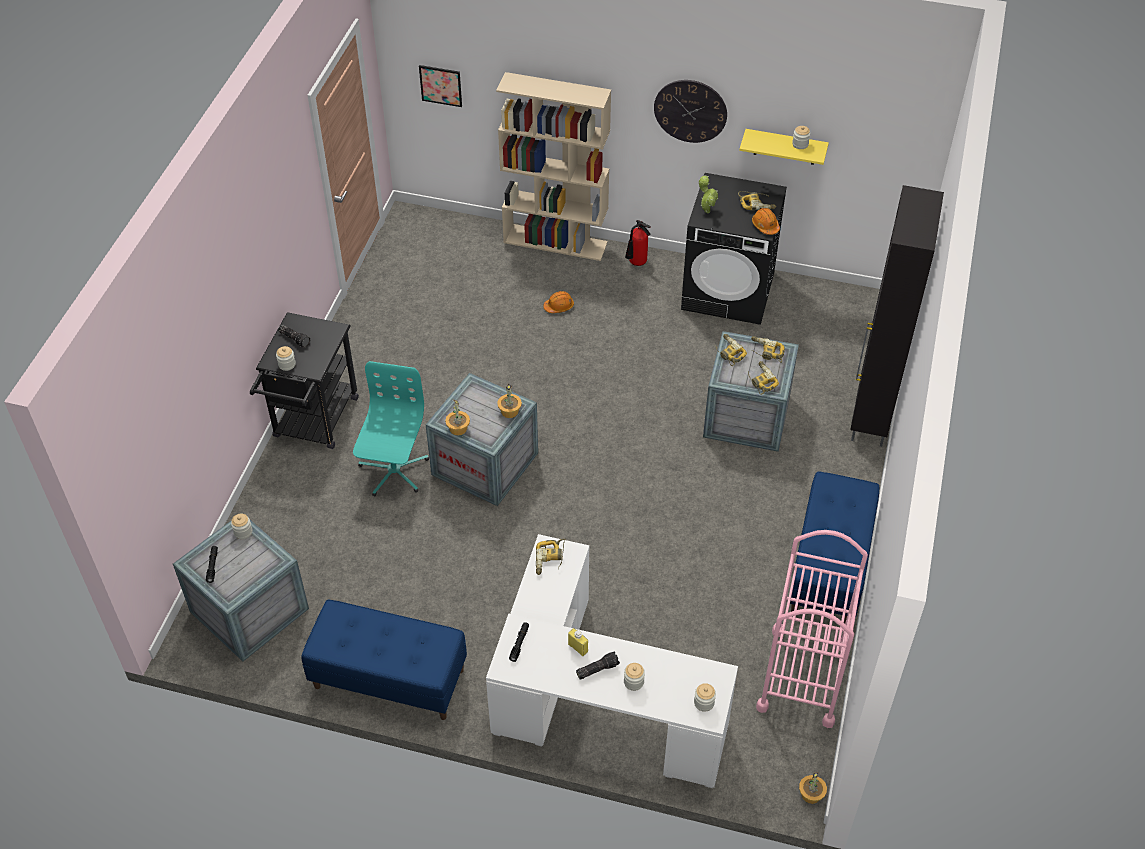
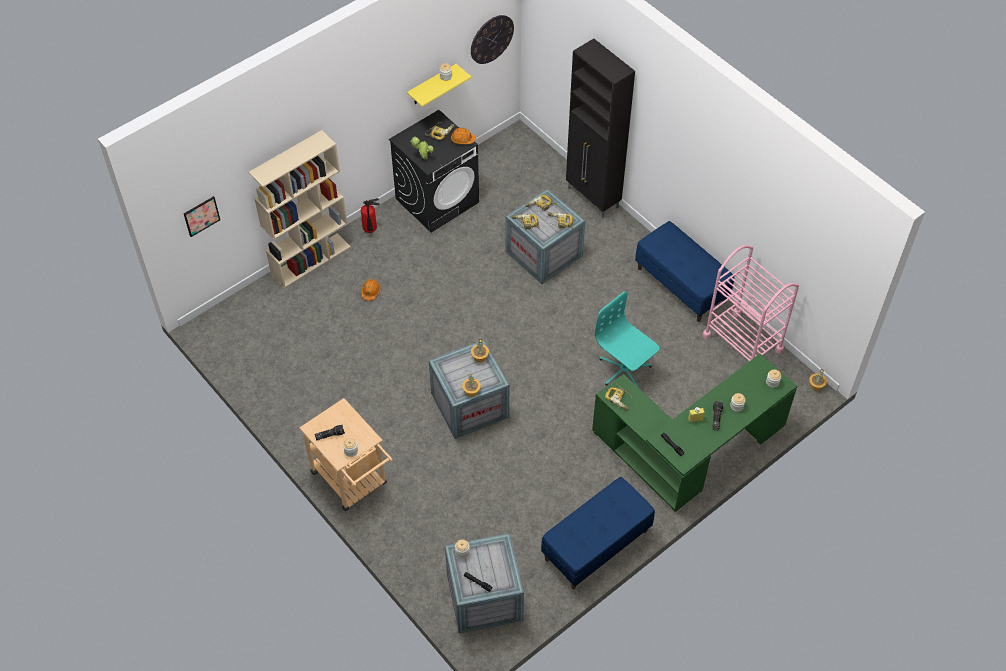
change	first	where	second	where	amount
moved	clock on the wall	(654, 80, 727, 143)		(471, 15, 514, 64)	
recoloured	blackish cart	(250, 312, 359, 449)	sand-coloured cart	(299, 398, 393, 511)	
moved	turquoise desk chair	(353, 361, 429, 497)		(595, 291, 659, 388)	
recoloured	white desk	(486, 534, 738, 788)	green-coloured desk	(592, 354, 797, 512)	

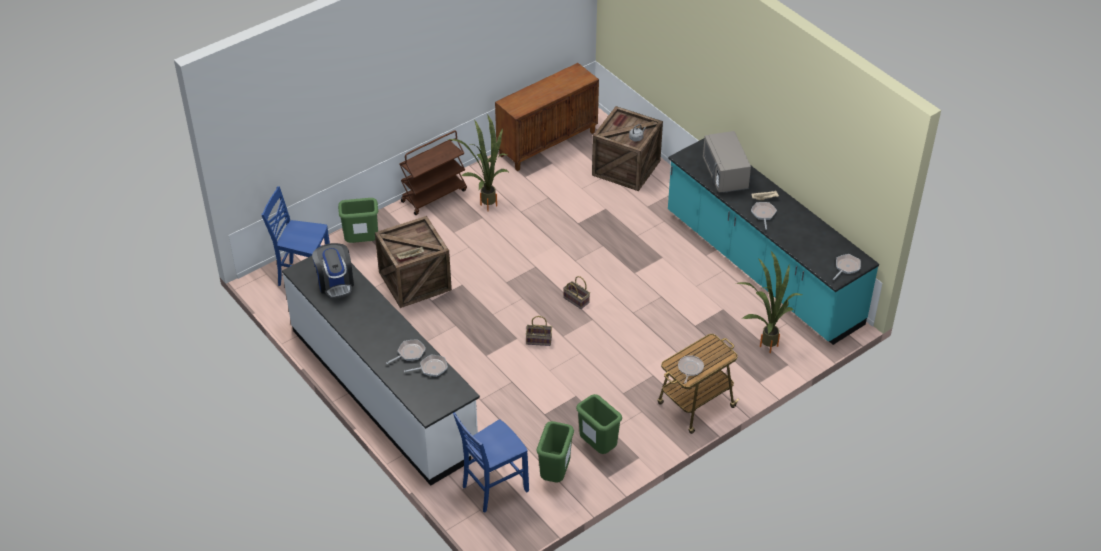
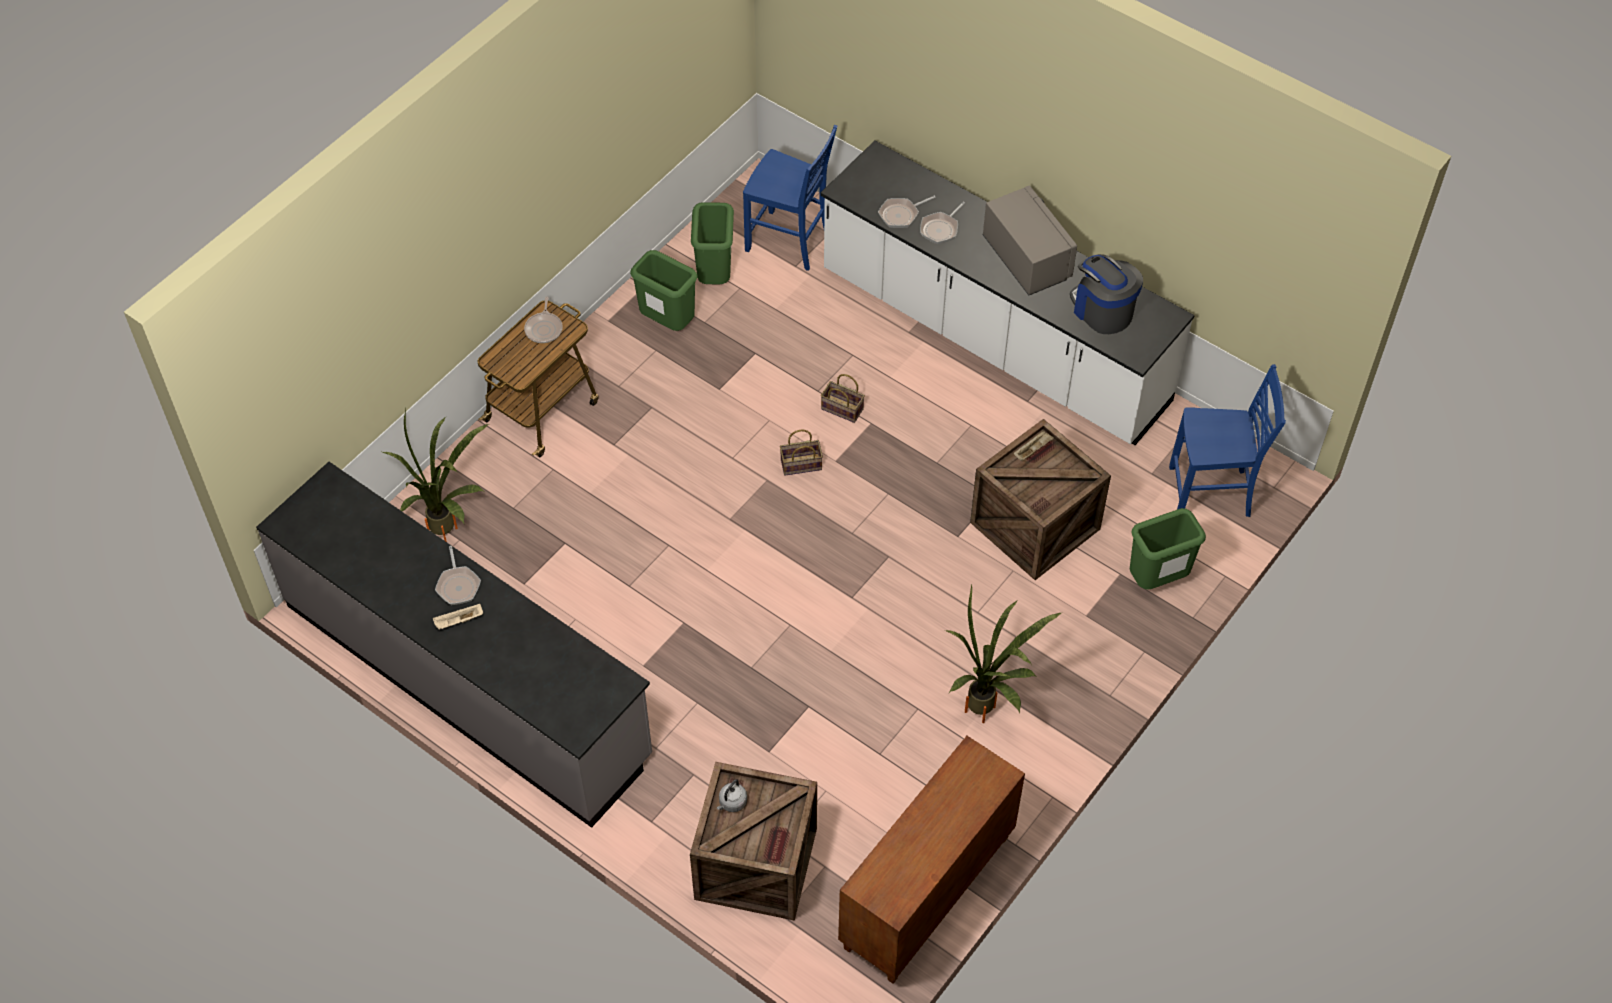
change	first	where	second	where	amount
removed	brown cart	(399, 130, 467, 215)			
moved	greyish kitchen microwave	(703, 131, 751, 193)		(982, 185, 1077, 296)	
recoloured	turquoise counter	(668, 138, 879, 345)	greyish counter	(256, 462, 652, 828)	
removed	pan	(833, 254, 861, 280)			
moved	basket	(563, 276, 590, 309)		(821, 374, 865, 423)	
turned	blue-coloured chair	(453, 412, 529, 513)		(743, 125, 837, 271)	75 degrees clockwise

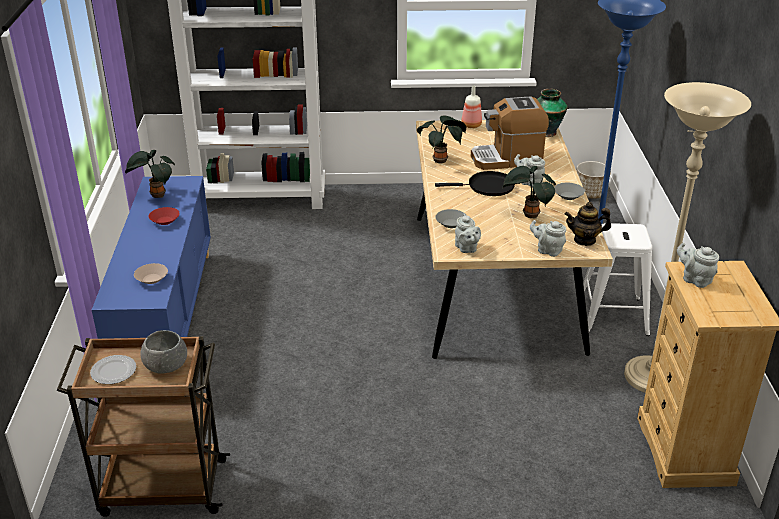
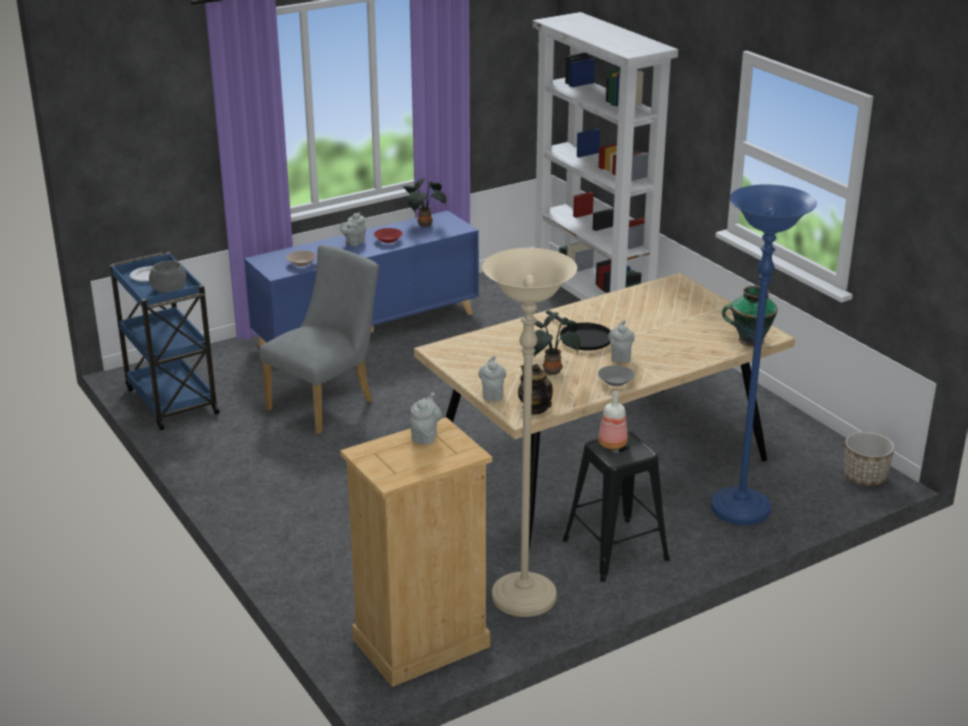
change	first	where	second	where	amount
moved	beverage bottle	(461, 85, 482, 128)		(598, 391, 628, 449)	
removed	coffee machine	(471, 96, 549, 170)			
removed	plant in a pot	(417, 115, 466, 163)			
removed	greyish deep dish	(435, 209, 466, 228)			
moved	greyish pot for tea	(455, 214, 481, 253)		(340, 212, 366, 247)	
recoloured	white stool	(583, 223, 652, 336)	blackish stool	(562, 431, 670, 582)	
recoloured	brown cart	(56, 336, 230, 517)	blue-coloured cart	(110, 252, 220, 430)	
added			greyish chair	(259, 245, 379, 434)	

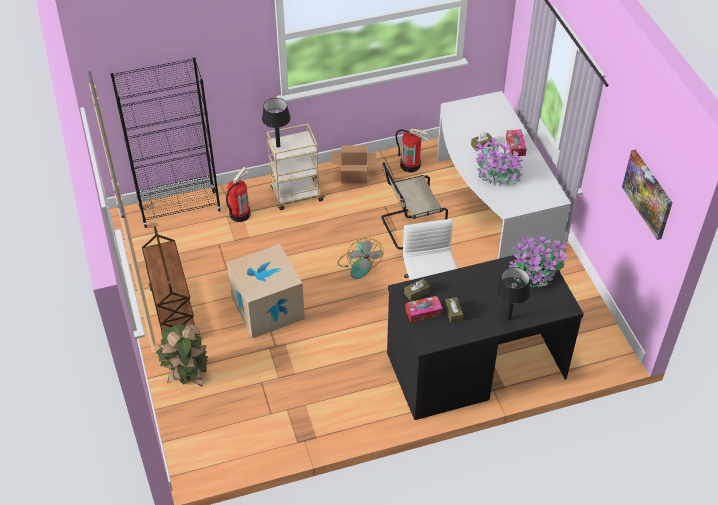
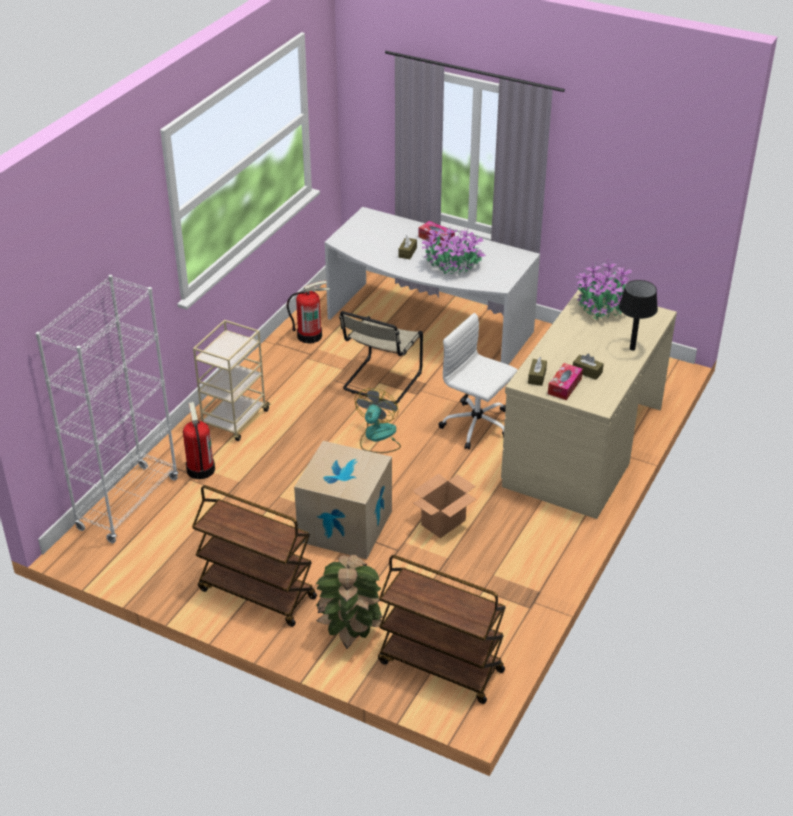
change	first	where	second	where	amount
recoloured	blackish shelving unit	(111, 57, 221, 228)	white shelving unit	(36, 275, 178, 543)	
removed	blackish lamp for a table	(262, 98, 291, 148)			
moved	cardboard box	(332, 145, 376, 184)		(413, 473, 476, 538)	
removed	wall art	(622, 150, 673, 240)			
turned	cooling fan	(338, 238, 384, 279)		(355, 388, 401, 453)	105 degrees counterclockwise
recoloured	blackish desk	(387, 247, 584, 420)	sand-coloured desk	(501, 290, 677, 519)	
added			brown cart	(378, 555, 506, 704)	

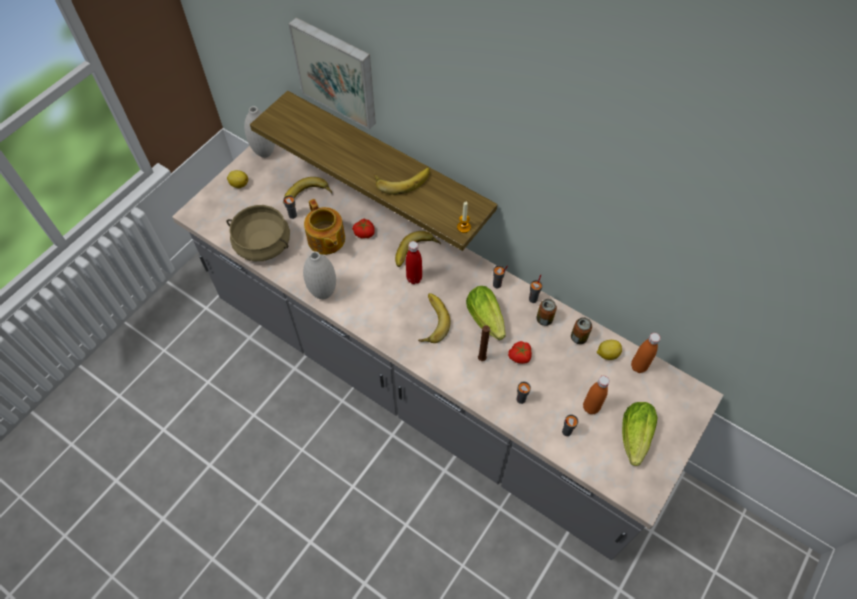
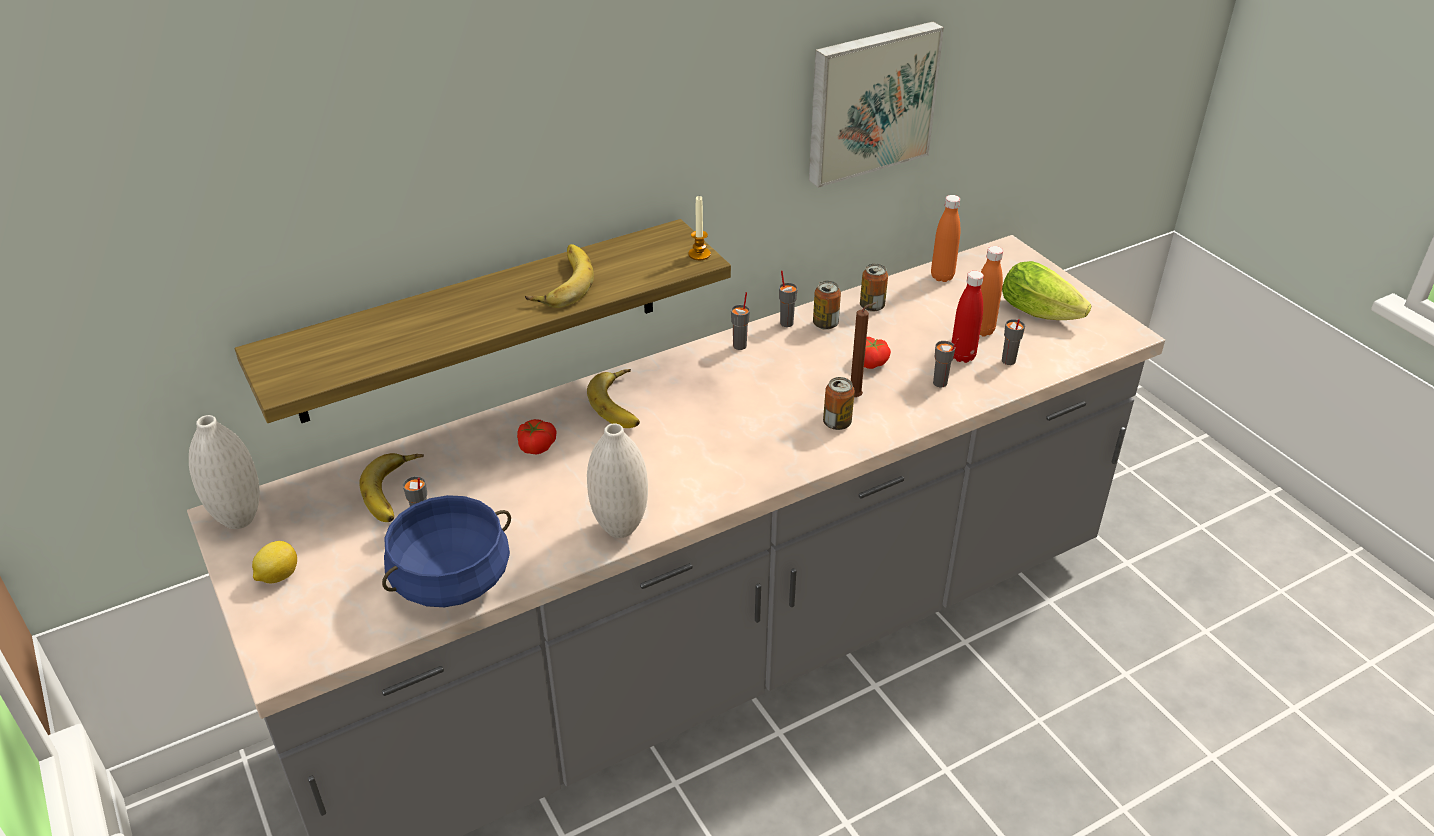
change	first	where	second	where	amount
moved	wall art	(289, 18, 376, 129)		(809, 22, 944, 188)	
removed	pot for tea	(304, 199, 345, 255)			
recoloured	sand-coloured saucepot	(226, 205, 290, 262)	blue-coloured saucepot	(382, 495, 511, 607)	
moved	red beverage bottle	(406, 241, 422, 284)		(952, 271, 984, 363)	
removed	head of lettuce	(466, 286, 506, 340)			
removed	banana fruit	(418, 293, 451, 343)			
removed	lemon	(597, 340, 622, 360)			
added			sealed can	(823, 377, 855, 430)	

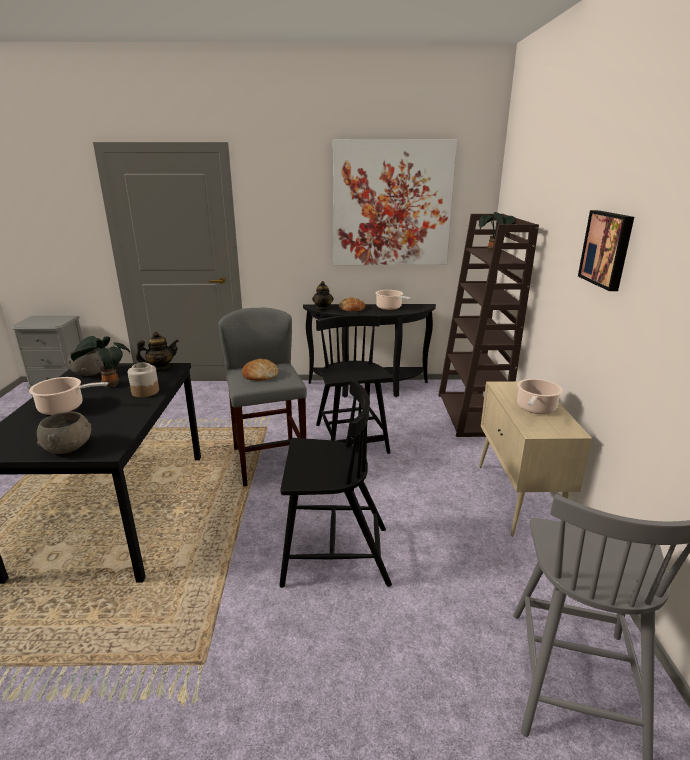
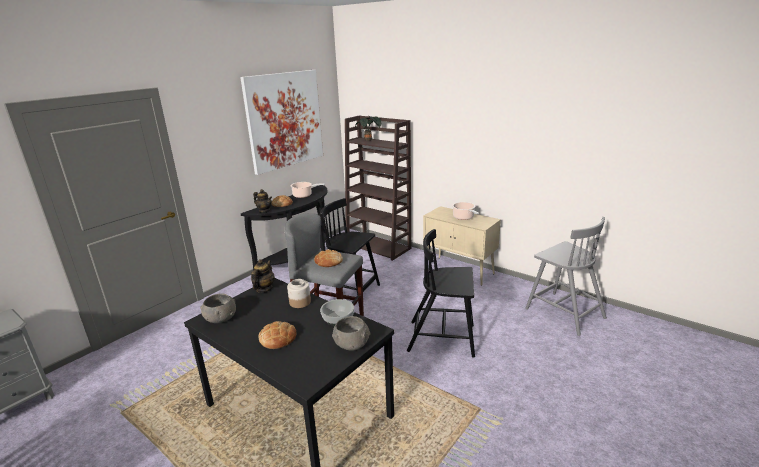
change	first	where	second	where	amount
removed	wall art	(578, 210, 634, 291)			
removed	plant in a pot	(71, 336, 130, 387)			
replaced	saucepot	(29, 377, 108, 415)	bakery bread	(258, 321, 296, 349)	
turned	blackish chair	(279, 379, 392, 588)		(407, 229, 475, 358)	120 degrees counterclockwise
added			deep dish	(320, 299, 354, 326)	

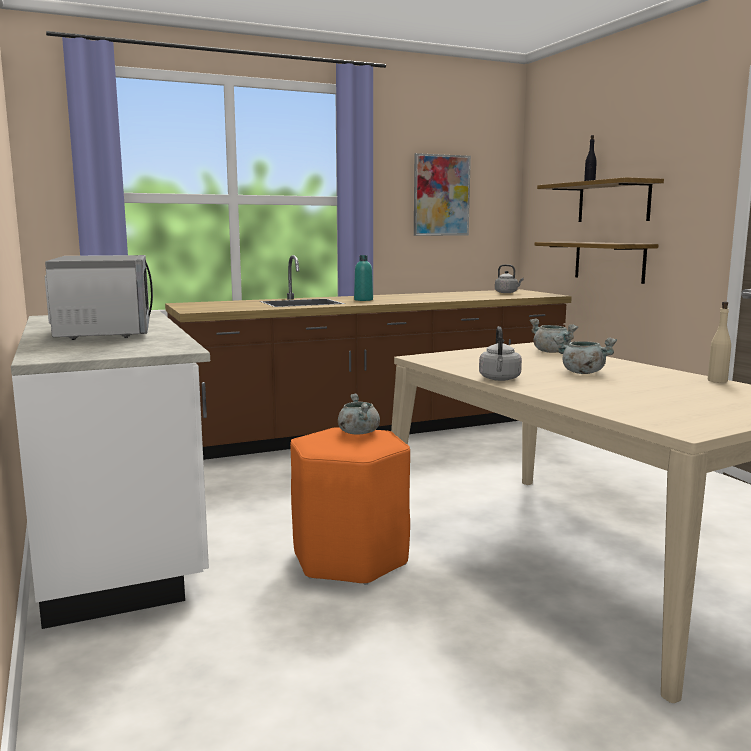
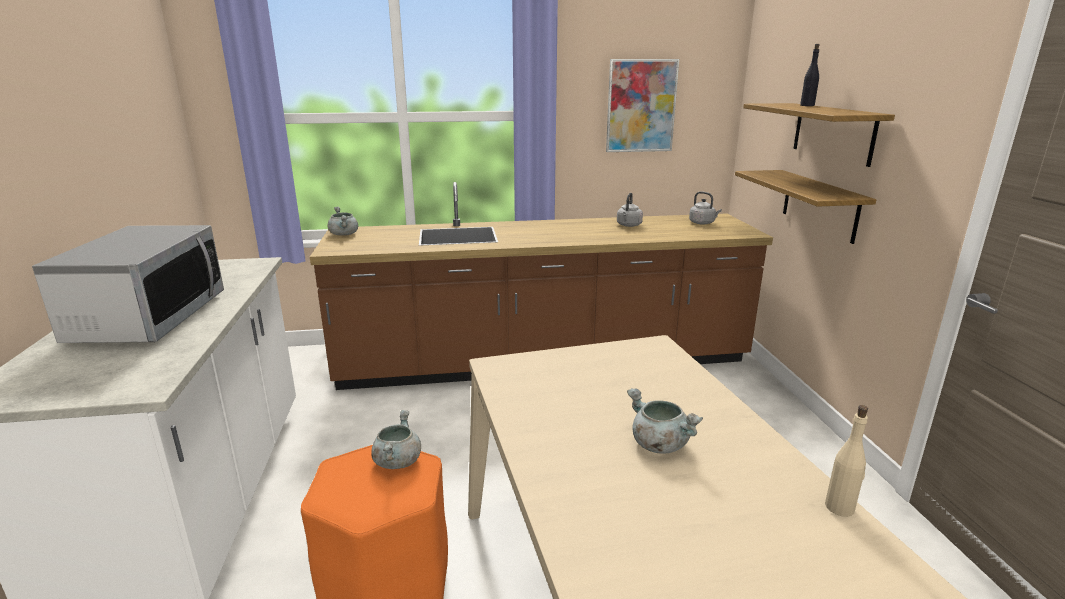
change	first	where	second	where	amount
removed	turquoise beverage bottle	(354, 255, 373, 301)			
moved	greyish saucepot	(530, 318, 578, 353)		(327, 207, 358, 236)	
moved	greyish kettle	(479, 326, 522, 381)		(617, 193, 643, 227)	

